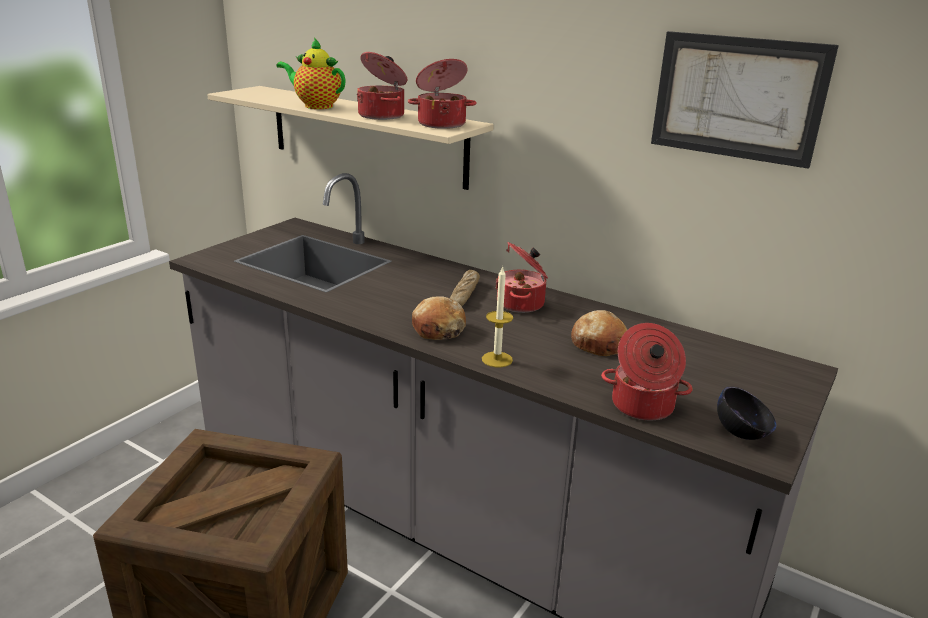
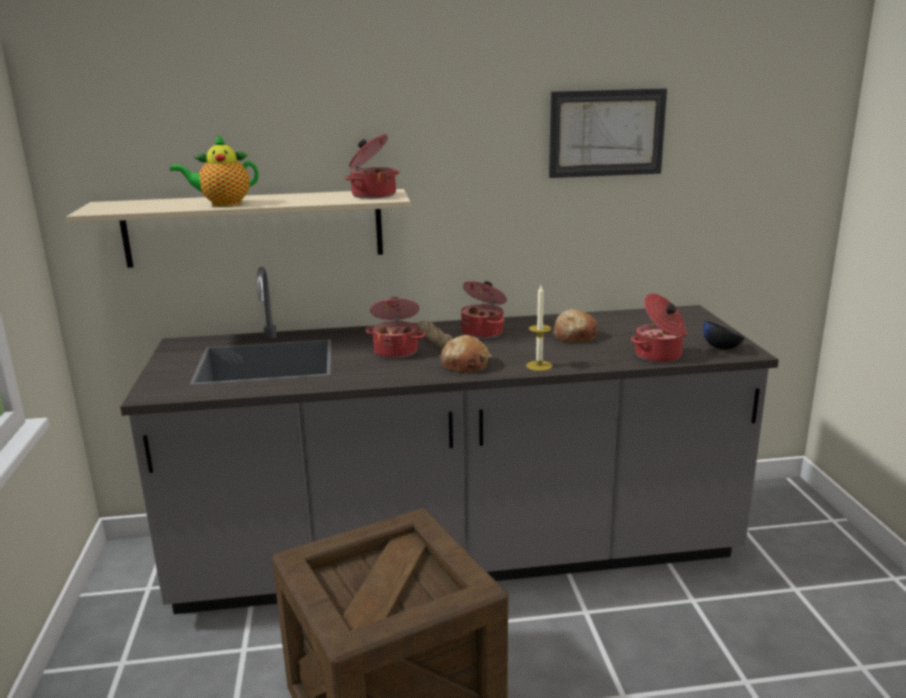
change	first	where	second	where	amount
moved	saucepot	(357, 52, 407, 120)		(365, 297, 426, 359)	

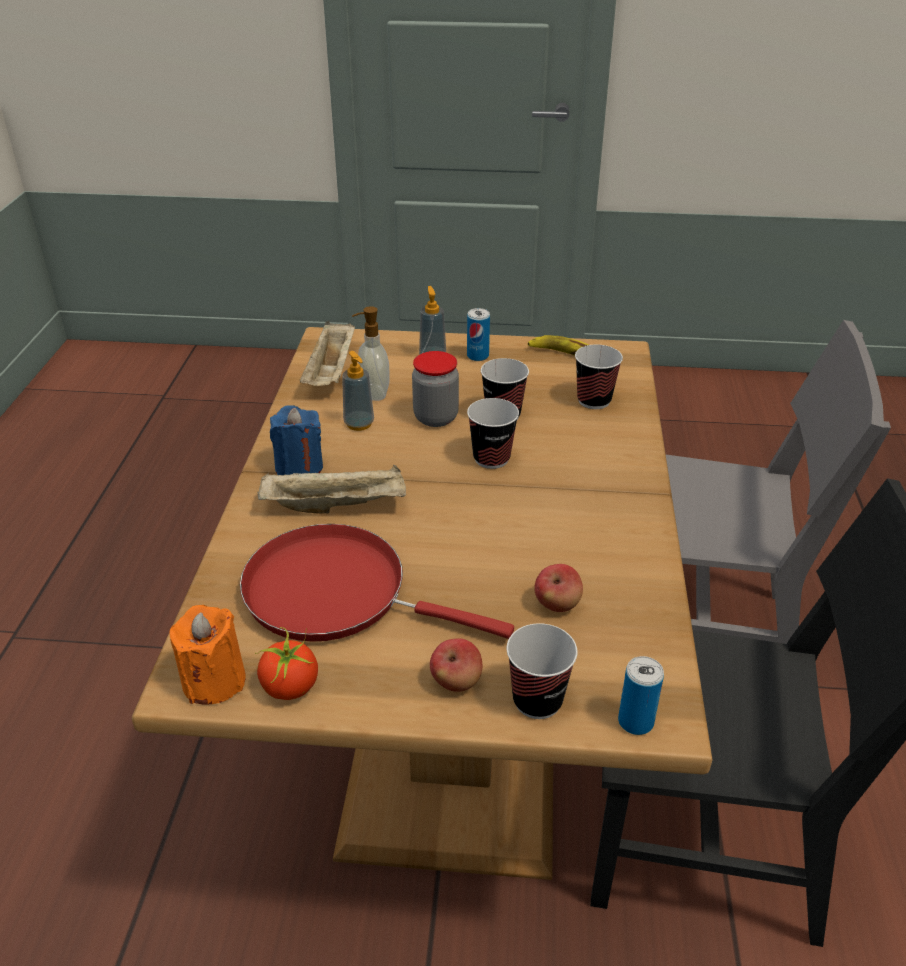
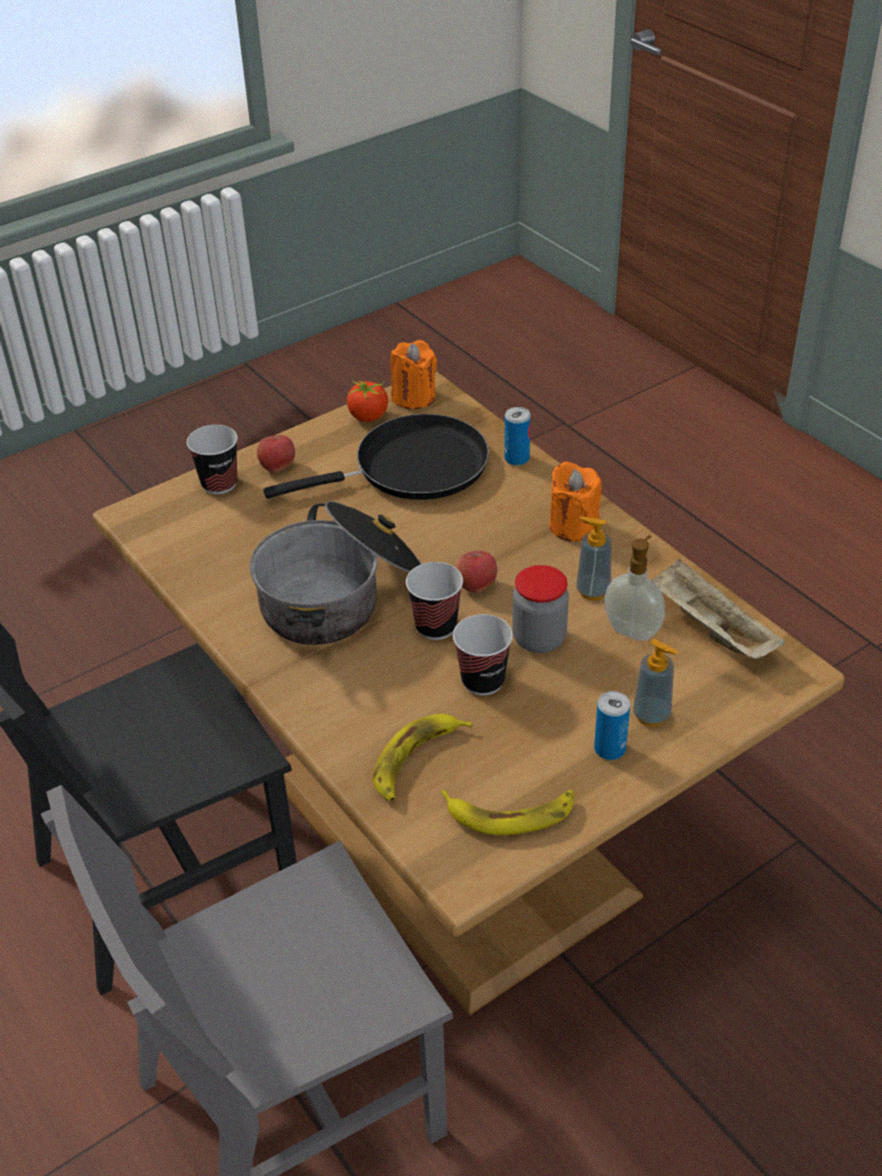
change	first	where	second	where	amount
replaced	cup	(575, 345, 623, 409)	banana fruit	(373, 714, 472, 802)	
recoloured	blue-coloured wax light	(270, 405, 323, 475)	orangey wax light	(550, 461, 602, 542)	
removed	sand-coloured serving tray	(257, 465, 406, 514)			
recoloured	red pan	(240, 524, 514, 642)	blackish pan	(263, 414, 489, 500)	
moved	apple	(535, 564, 583, 612)		(455, 551, 497, 593)	
moved	sealed can	(618, 656, 664, 735)		(504, 407, 531, 466)	
added			saucepot	(249, 501, 421, 645)	

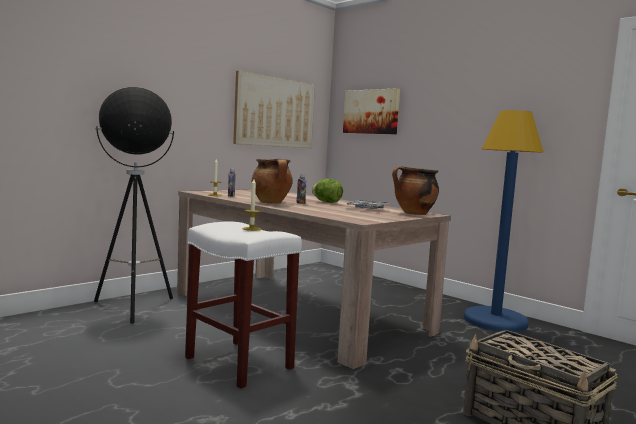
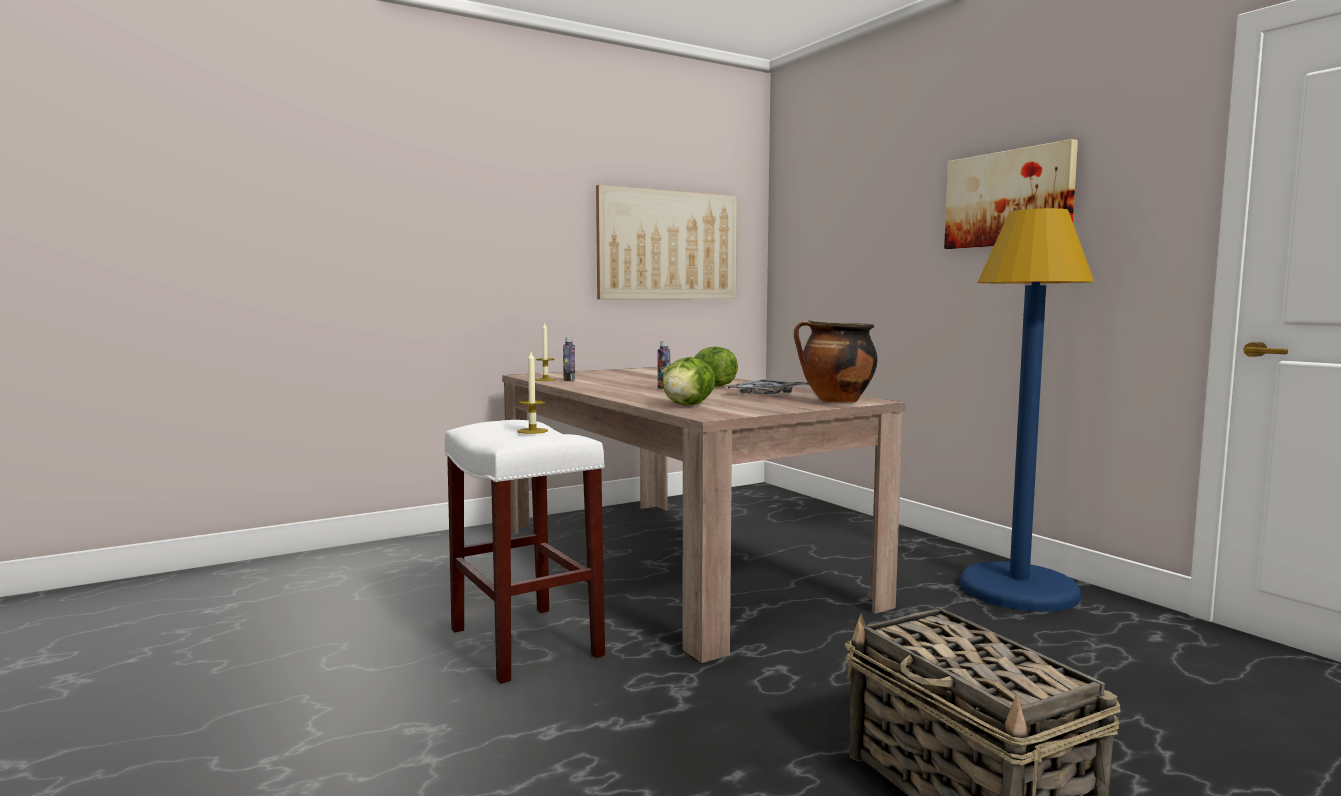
change	first	where	second	where	amount
removed	floor lamp	(94, 87, 174, 324)			
moved	wall art	(343, 88, 400, 134)		(944, 139, 1078, 249)	
removed	saucepot	(252, 159, 293, 204)			
added			head of lettuce	(662, 357, 715, 405)	

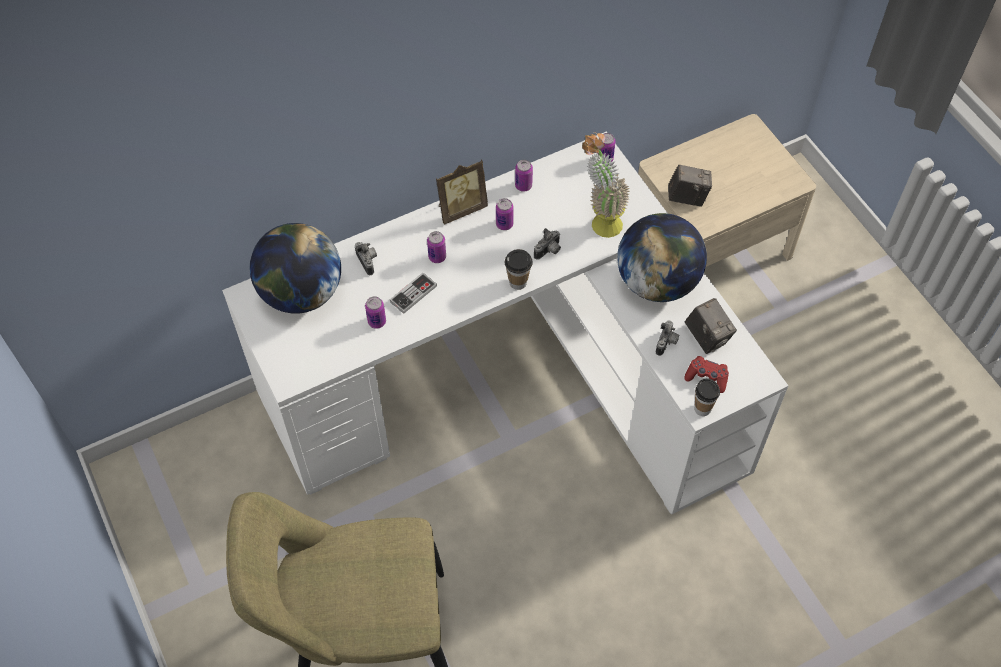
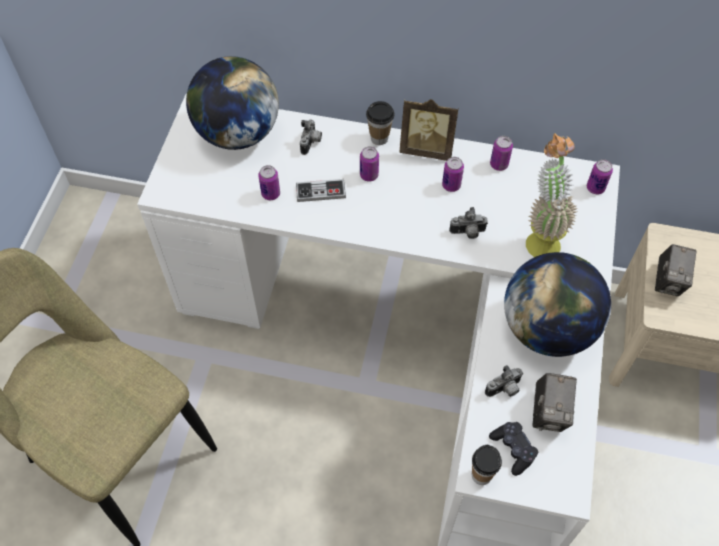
change	first	where	second	where	amount
turned	photo camera	(668, 164, 712, 207)		(655, 244, 697, 296)	60 degrees clockwise
moved	cup	(505, 249, 533, 290)		(366, 101, 395, 145)	
recoloured	red joypad	(684, 356, 729, 393)	blackish joypad	(489, 422, 539, 476)	

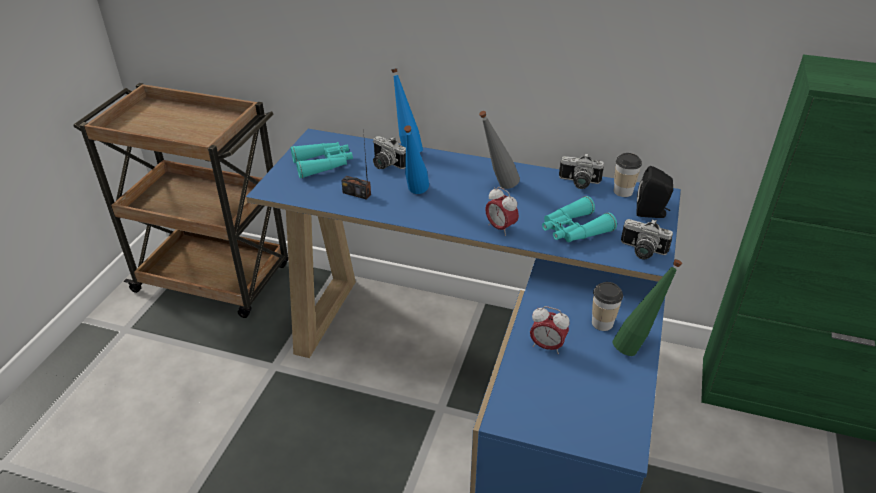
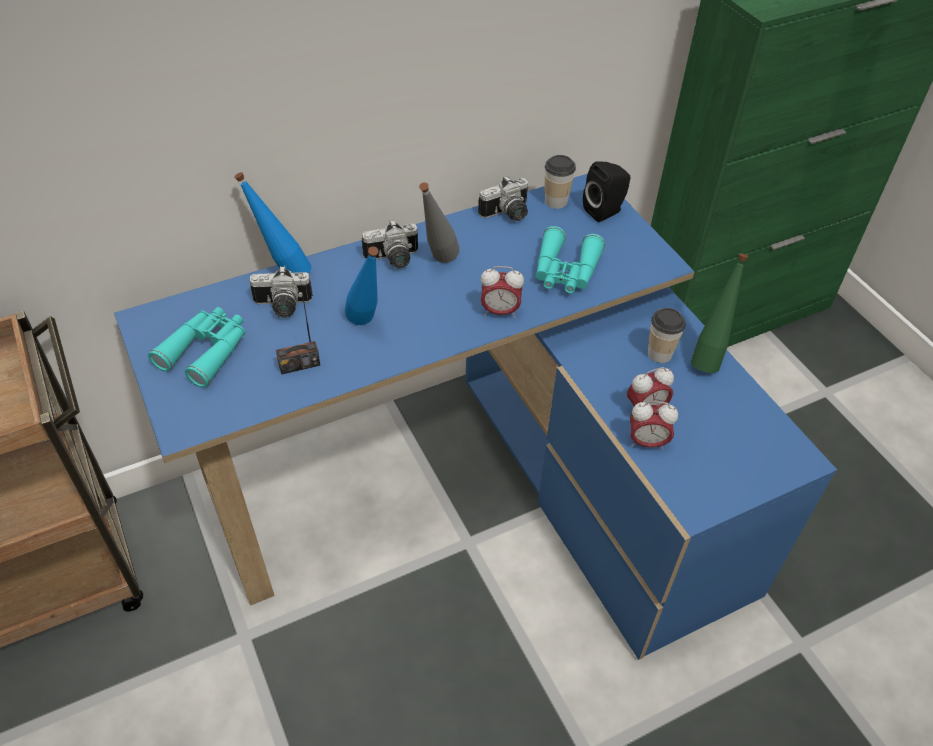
change	first	where	second	where	amount
moved	photo camera	(621, 219, 673, 260)		(362, 220, 418, 269)	
added			alarm clock	(630, 401, 678, 450)	

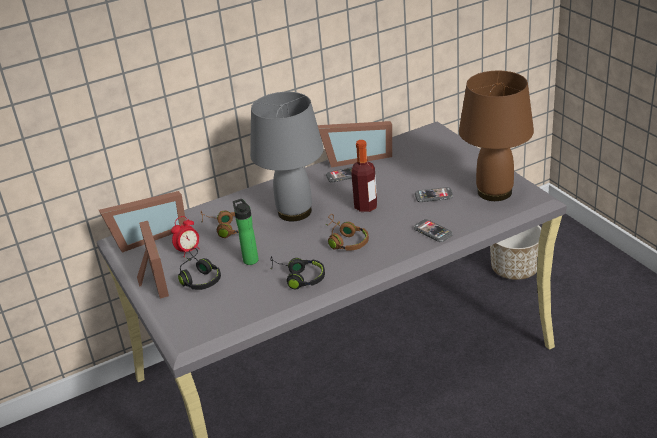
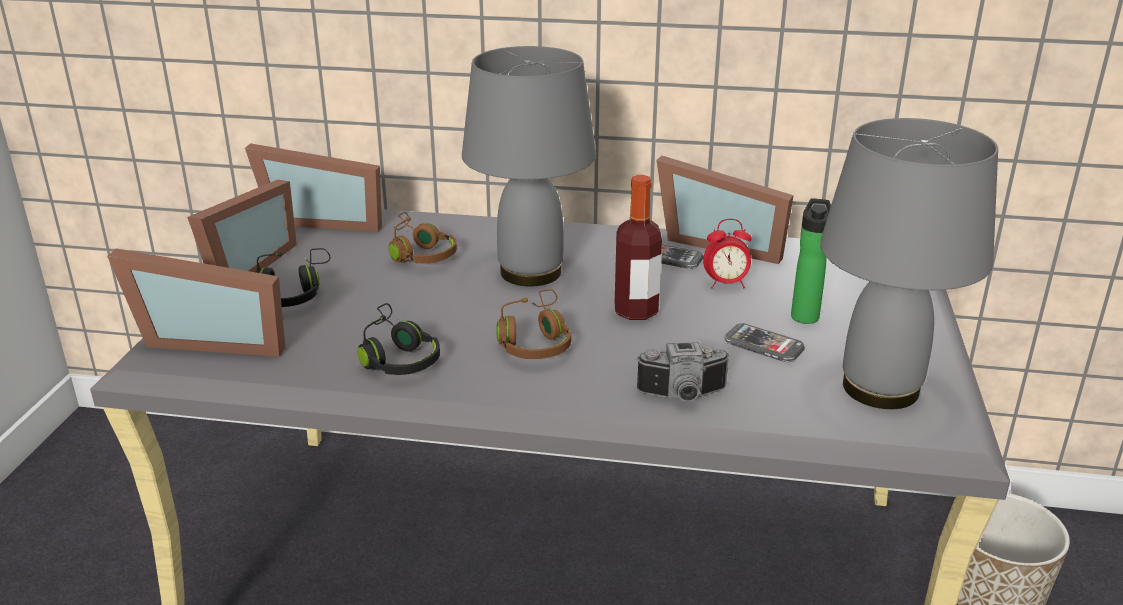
change	first	where	second	where	amount
recoloured	brown lamp for a table	(459, 71, 534, 201)	greyish lamp for a table	(820, 118, 998, 409)	
moved	beverage bottle	(233, 199, 259, 265)		(791, 198, 831, 324)	
moved	alarm clock	(171, 216, 200, 257)		(703, 219, 752, 289)	
replaced	phone	(414, 219, 453, 242)	photo camera	(636, 342, 730, 401)	
added			standing frame	(107, 248, 285, 357)	

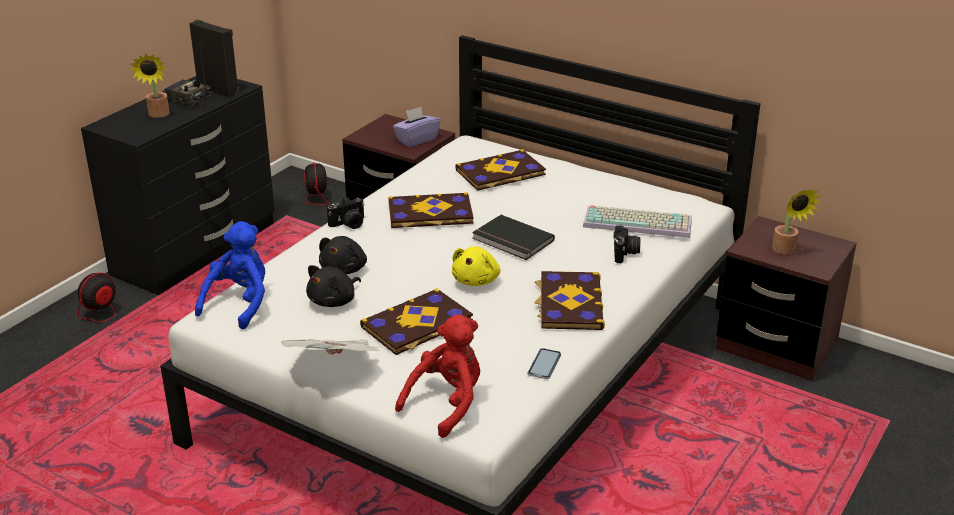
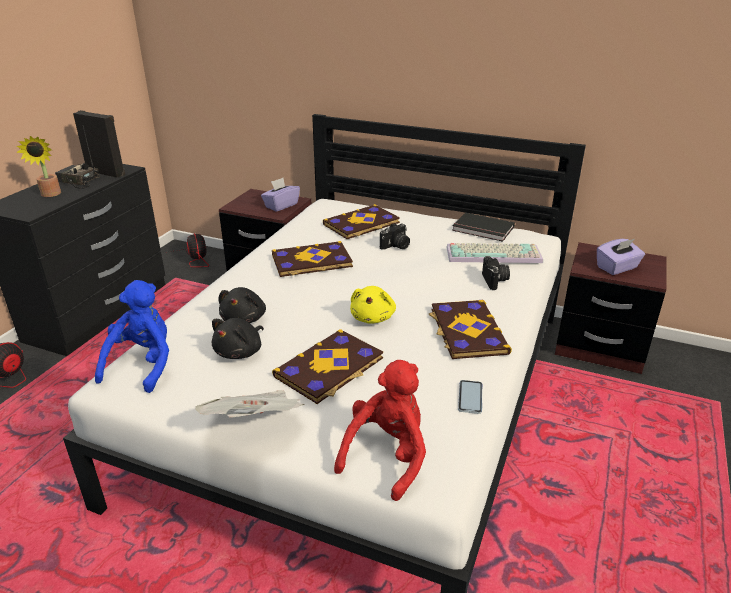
change	first	where	second	where	amount
replaced	plant in a pot	(772, 189, 821, 255)	purple tissue holder	(597, 239, 645, 275)	
moved	photo camera	(327, 197, 365, 229)		(380, 223, 410, 250)	
moved	blackish volume	(472, 215, 555, 260)		(452, 213, 515, 242)	

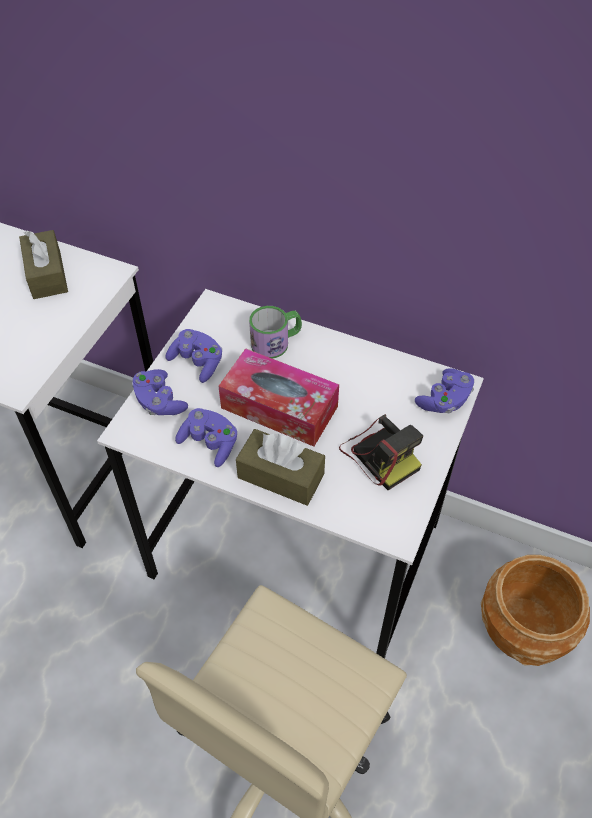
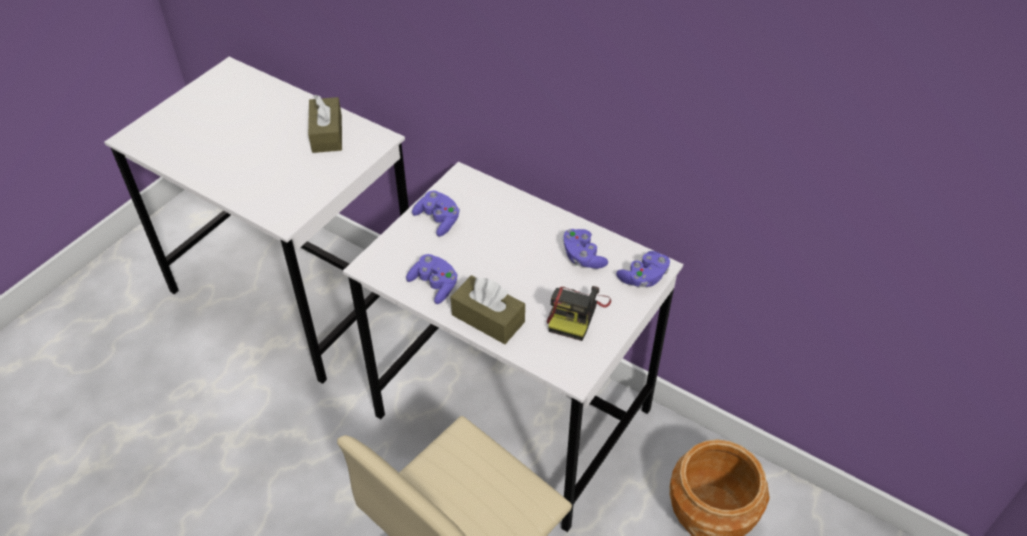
change	first	where	second	where	amount
removed	tea mug	(249, 306, 302, 359)			
removed	tissue holder	(218, 348, 339, 446)			
moved	purple joypad	(132, 369, 188, 415)		(563, 229, 608, 269)	
turned	photo camera	(339, 414, 423, 490)		(547, 286, 611, 341)	45 degrees clockwise

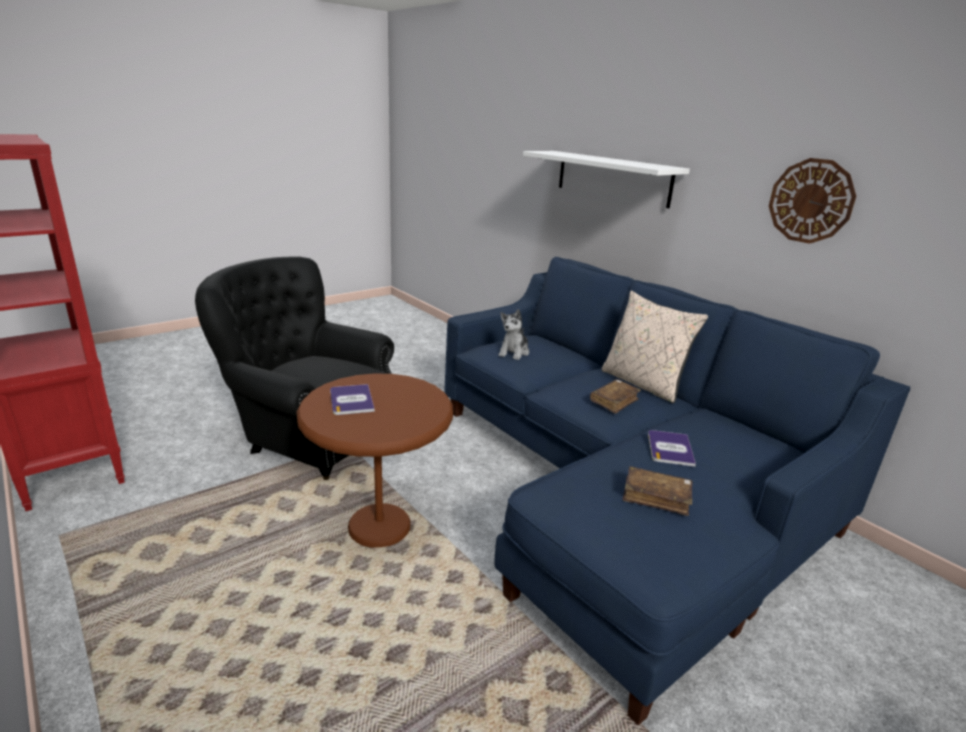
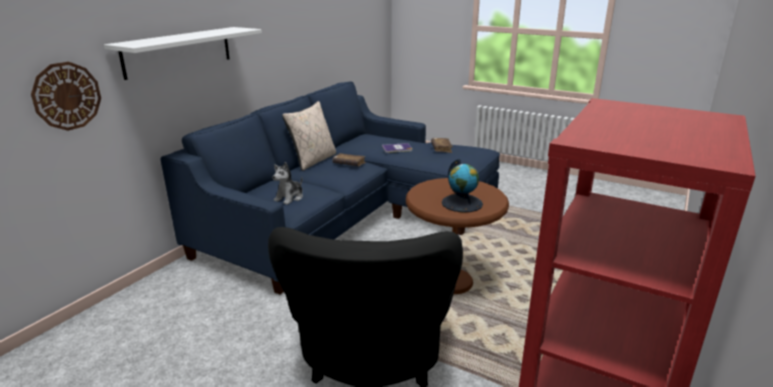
change	first	where	second	where	amount
moved	clock on the wall	(769, 158, 856, 244)		(31, 62, 101, 131)	
turned	cuddly toy	(498, 309, 529, 360)		(273, 162, 303, 205)	120 degrees clockwise
replaced	volume	(330, 384, 375, 415)	globe	(442, 159, 483, 212)	

